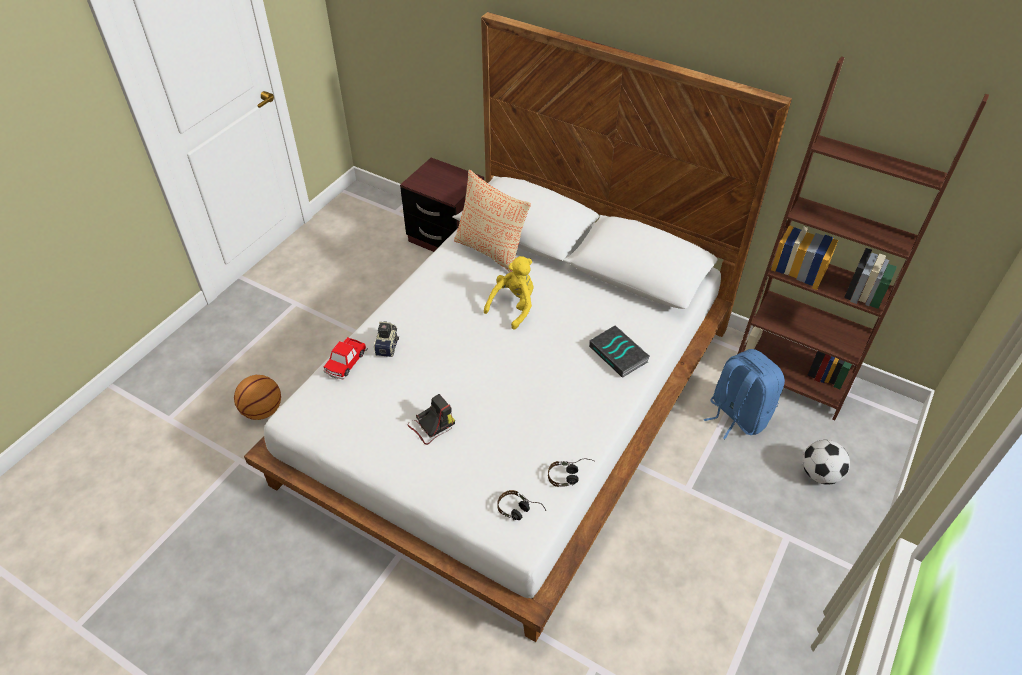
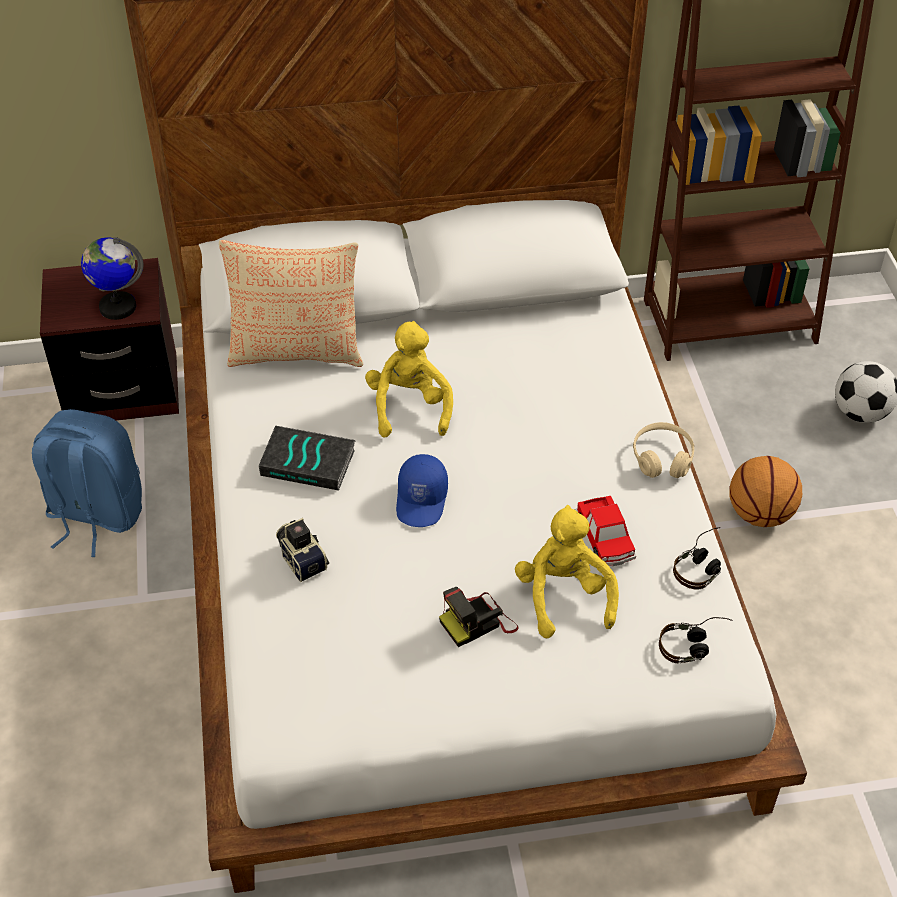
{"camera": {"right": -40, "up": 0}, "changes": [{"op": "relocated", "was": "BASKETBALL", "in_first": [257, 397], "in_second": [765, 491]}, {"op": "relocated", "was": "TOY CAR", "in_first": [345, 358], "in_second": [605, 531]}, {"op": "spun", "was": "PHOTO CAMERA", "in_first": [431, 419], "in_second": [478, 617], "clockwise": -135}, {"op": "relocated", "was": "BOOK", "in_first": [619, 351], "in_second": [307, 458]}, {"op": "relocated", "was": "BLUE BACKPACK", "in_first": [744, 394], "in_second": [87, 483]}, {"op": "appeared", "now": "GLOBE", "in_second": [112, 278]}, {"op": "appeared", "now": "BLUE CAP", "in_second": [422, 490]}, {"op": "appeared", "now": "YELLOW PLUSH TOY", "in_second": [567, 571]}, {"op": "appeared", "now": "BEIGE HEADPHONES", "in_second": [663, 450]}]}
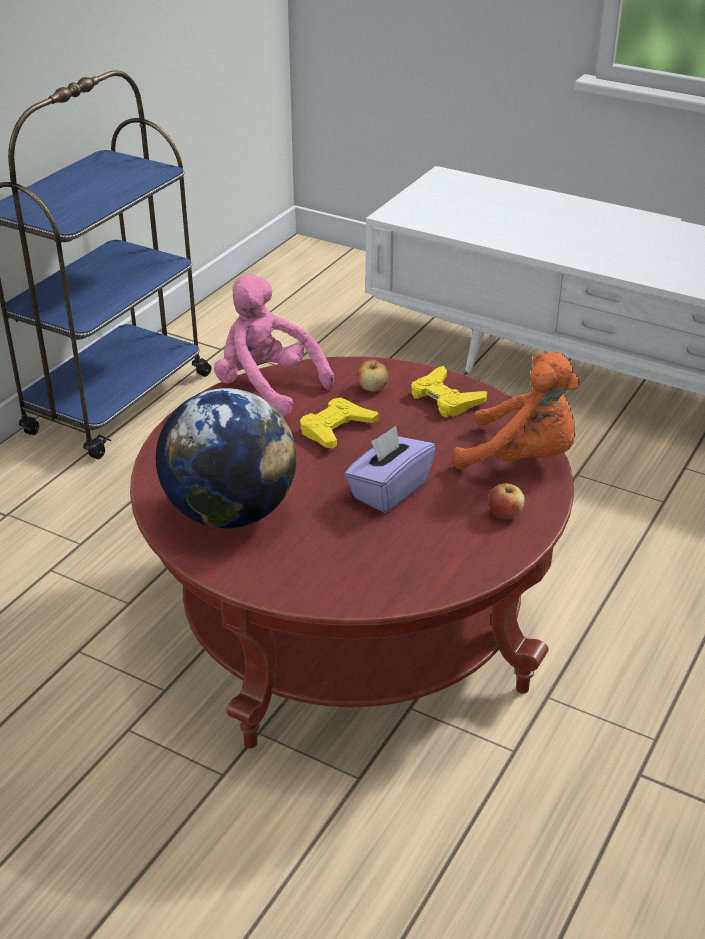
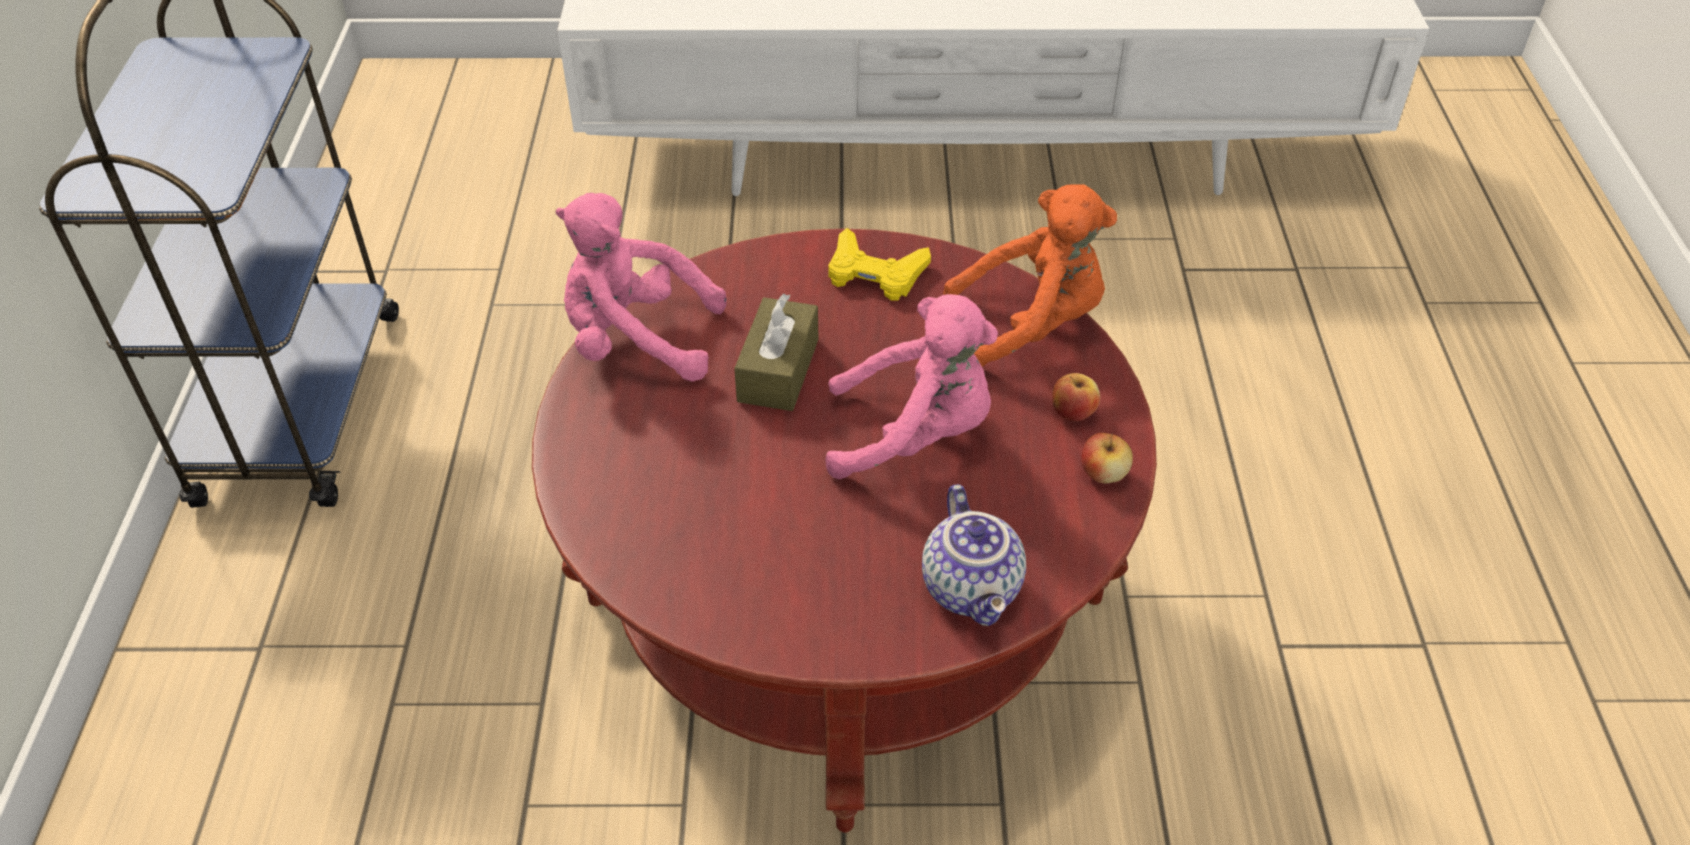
{"camera": {"right": -30, "up": 10}, "changes": [{"op": "missing", "was": "GLOBE", "in_first": [226, 458]}, {"op": "exchanged", "was": "YELLOW GAME CONTROLLER", "now": "BROWN TISSUE BOX", "in_first": [339, 422], "in_second": [776, 352]}, {"op": "exchanged", "was": "PURPLE TISSUE BOX", "now": "PINK PLUSH TOY", "in_first": [390, 469], "in_second": [911, 386]}, {"op": "relocated", "was": "APPLE", "in_first": [372, 375], "in_second": [1107, 458]}, {"op": "appeared", "now": "TEAPOT", "in_second": [974, 555]}]}
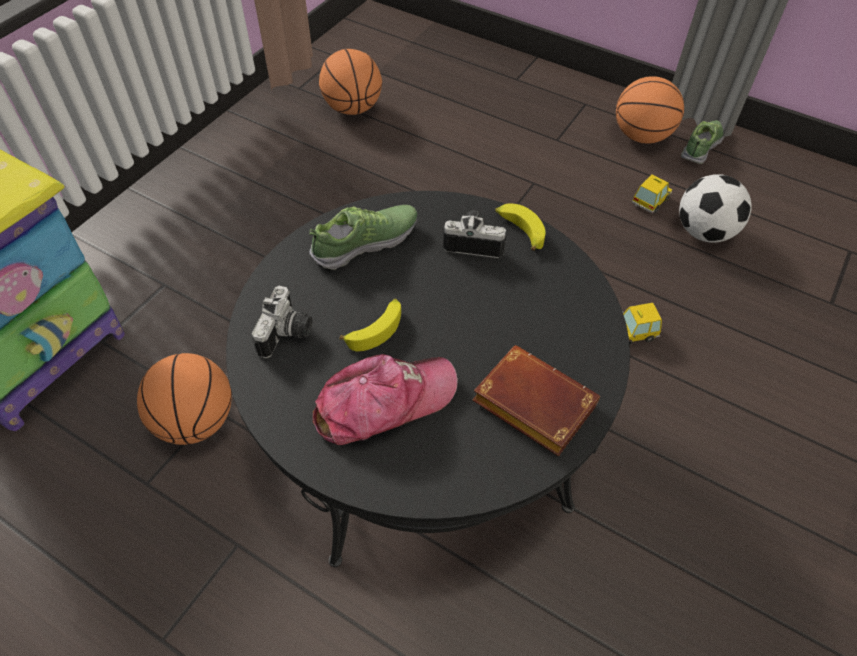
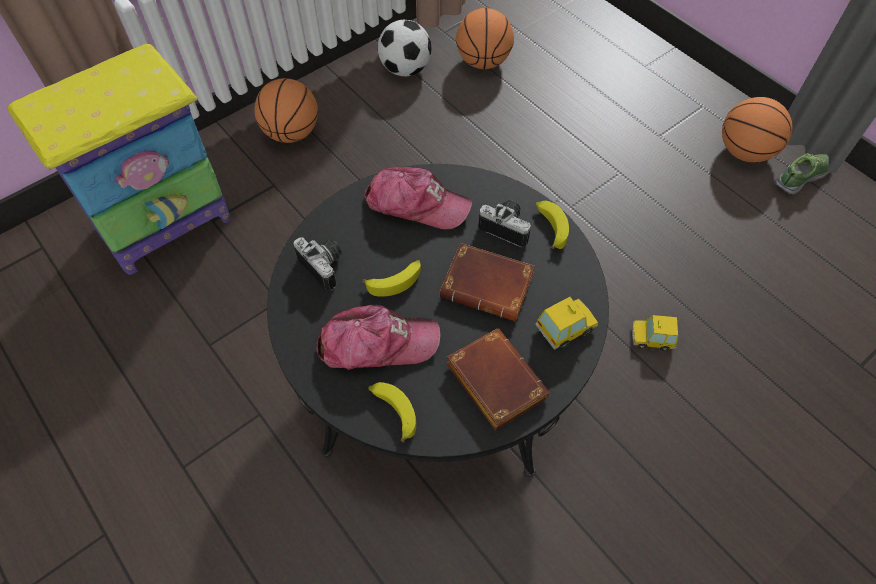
{"camera": {"right": 20, "up": 5}, "changes": [{"op": "relocated", "was": "BASKETBALL", "in_first": [184, 399], "in_second": [286, 110]}, {"op": "spun", "was": "PHOTO CAMERA", "in_first": [282, 322], "in_second": [318, 264], "clockwise": -75}, {"op": "exchanged", "was": "SHOE", "now": "CAP", "in_first": [363, 237], "in_second": [418, 198]}, {"op": "relocated", "was": "TOY CAR", "in_first": [651, 193], "in_second": [566, 323]}, {"op": "relocated", "was": "FOOTBALL", "in_first": [715, 208], "in_second": [405, 48]}, {"op": "appeared", "now": "BANANA", "in_second": [392, 412]}, {"op": "appeared", "now": "BROWN BOOK", "in_second": [487, 282]}]}
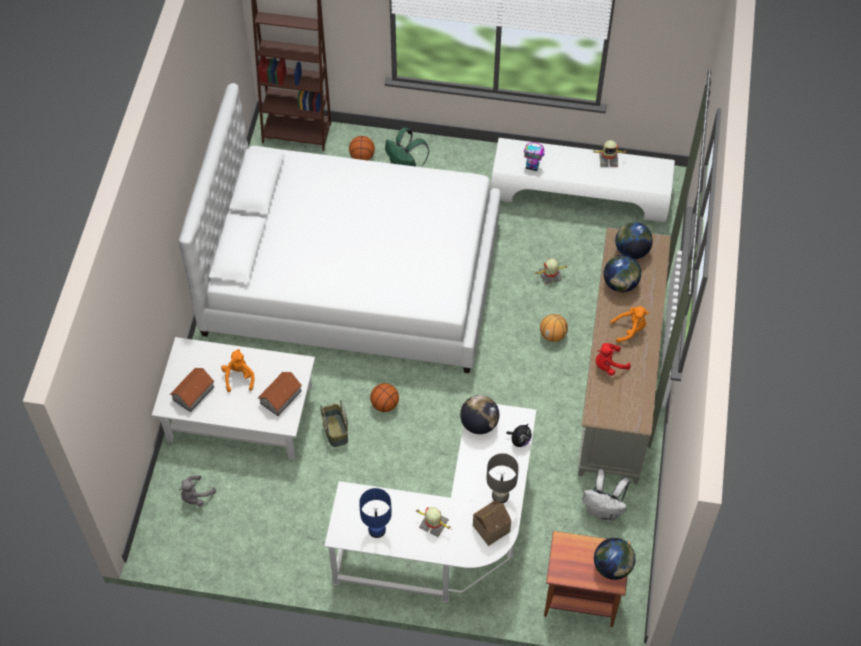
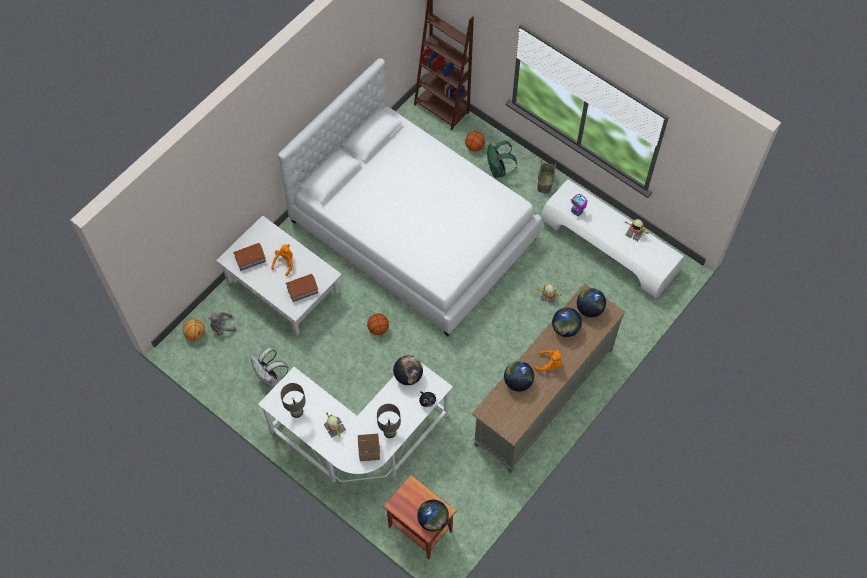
{"camera": {"right": 30, "up": 5}, "changes": [{"op": "relocated", "was": "BASKET", "in_first": [334, 423], "in_second": [546, 176]}, {"op": "colour", "was": "BLUE TABLE LAMP", "now": "GREY TABLE LAMP", "in_first": [375, 513], "in_second": [293, 400]}, {"op": "relocated", "was": "BASKETBALL", "in_first": [554, 328], "in_second": [194, 330]}, {"op": "relocated", "was": "WHITE BACKPACK", "in_first": [606, 495], "in_second": [269, 367]}, {"op": "exchanged", "was": "RED PLUSH TOY", "now": "GLOBE", "in_first": [613, 359], "in_second": [519, 376]}]}
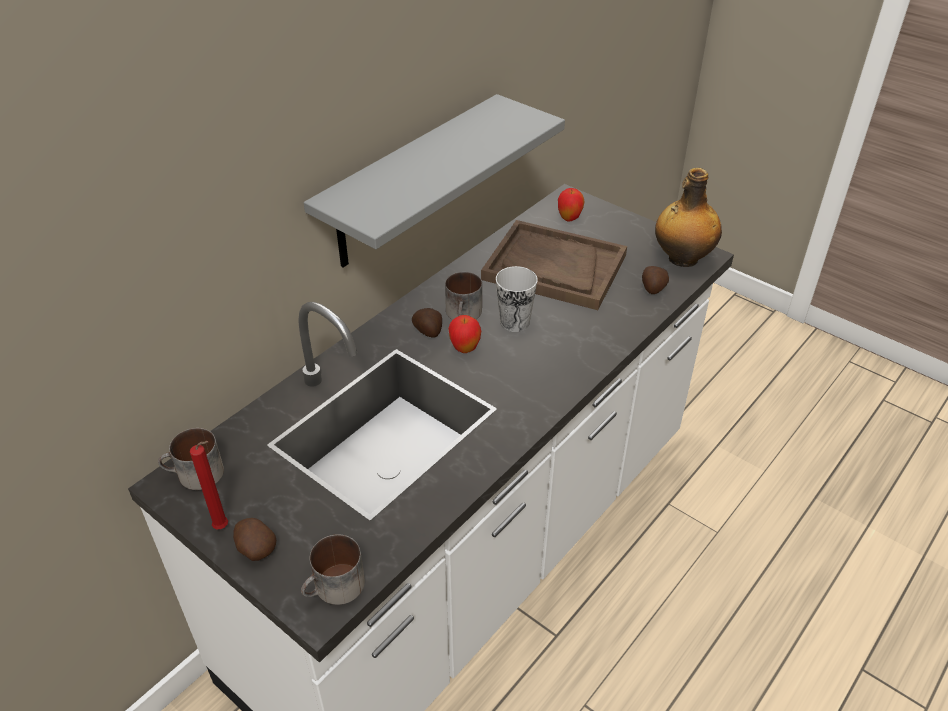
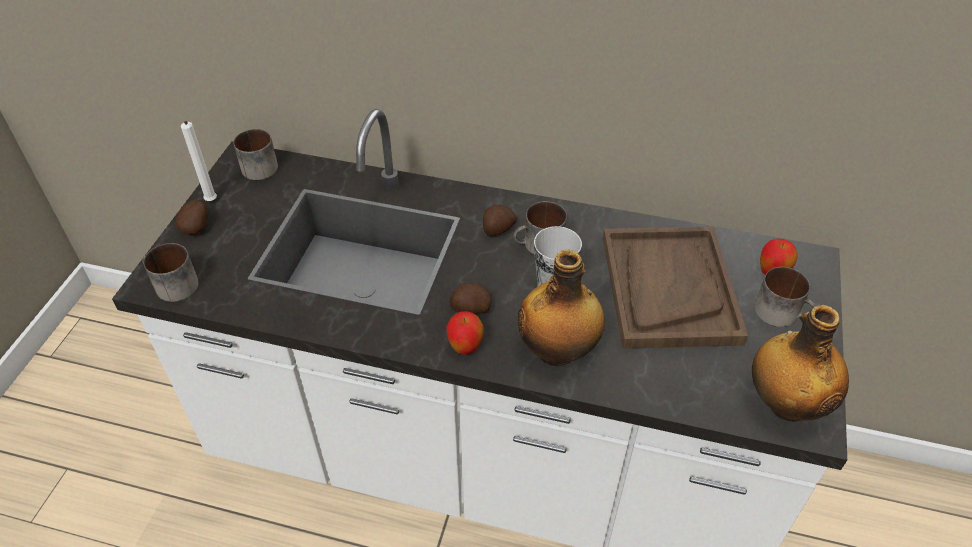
{"camera": {"right": 65, "up": 5}, "changes": [{"op": "colour", "was": "RED CANDLE", "now": "WHITE CANDLE", "in_first": [209, 485], "in_second": [199, 161]}, {"op": "missing", "was": "GREY SHELF", "in_first": [434, 180]}, {"op": "relocated", "was": "APPLE", "in_first": [464, 334], "in_second": [465, 333]}, {"op": "relocated", "was": "POTATO", "in_first": [655, 280], "in_second": [471, 299]}, {"op": "appeared", "now": "BOTTLE", "in_second": [561, 308]}, {"op": "appeared", "now": "MUG", "in_second": [785, 297]}]}
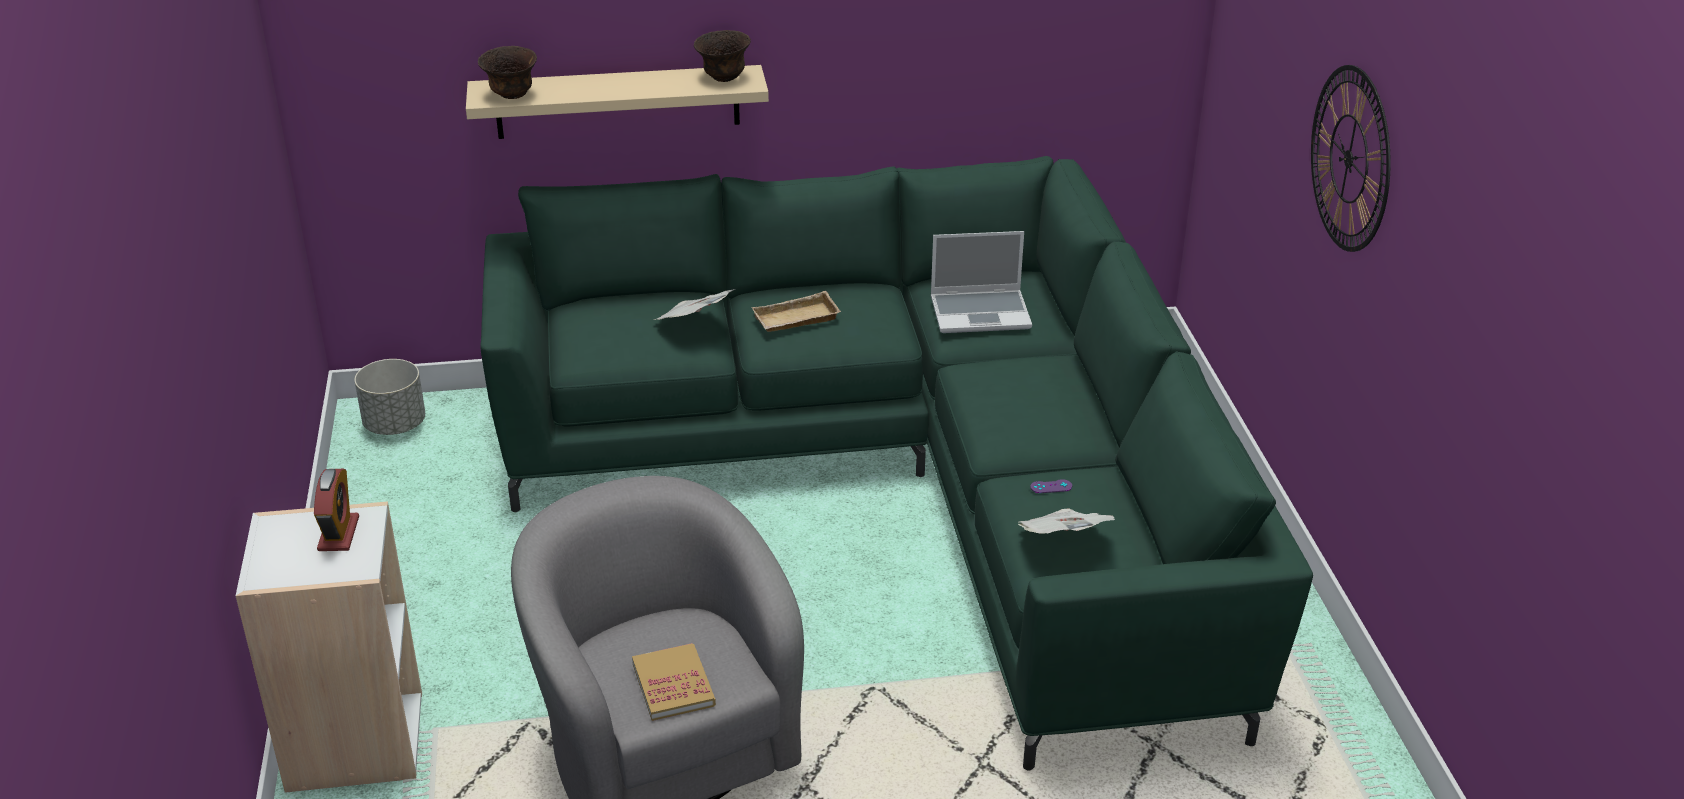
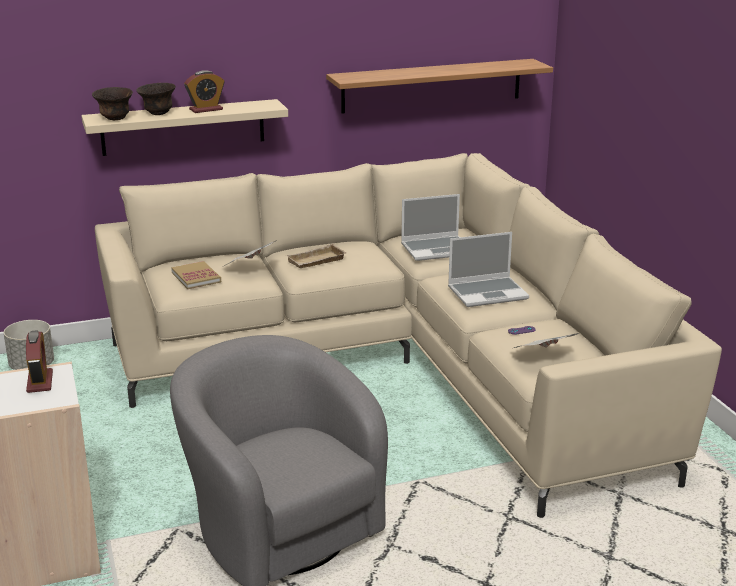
{"camera": {"right": -10, "up": -10}, "changes": [{"op": "colour", "was": "GREEN SOFA", "now": "BEIGE SOFA", "in_first": [896, 463], "in_second": [408, 335]}, {"op": "relocated", "was": "BOOK", "in_first": [674, 682], "in_second": [196, 275]}, {"op": "relocated", "was": "BROWN BOWL", "in_first": [722, 56], "in_second": [156, 99]}, {"op": "missing", "was": "WALL CLOCK", "in_first": [1351, 158]}, {"op": "appeared", "now": "ALARM CLOCK", "in_second": [204, 91]}, {"op": "appeared", "now": "SHELF", "in_second": [439, 86]}, {"op": "appeared", "now": "LAPTOP", "in_second": [488, 269]}]}
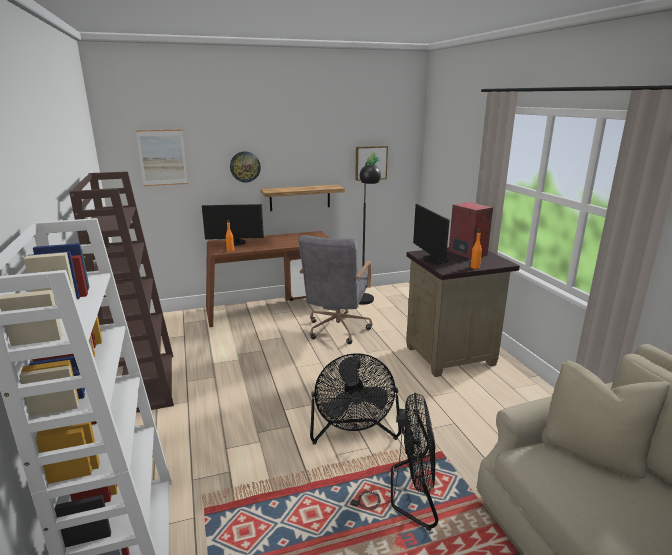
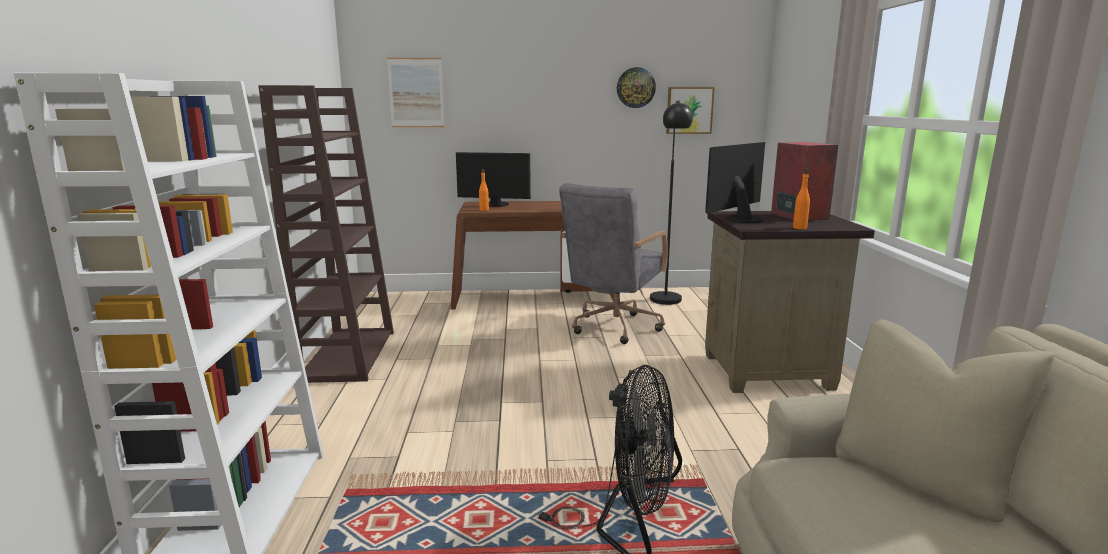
{"camera": {"right": 15, "up": -5}, "changes": [{"op": "relocated", "was": "WALL CLOCK", "in_first": [245, 167], "in_second": [636, 87]}, {"op": "missing", "was": "SHELF", "in_first": [302, 197]}, {"op": "missing", "was": "BLACK FAN", "in_first": [356, 399]}, {"op": "spun", "was": "MONITOR", "in_first": [431, 234], "in_second": [735, 182], "clockwise": 45}]}
